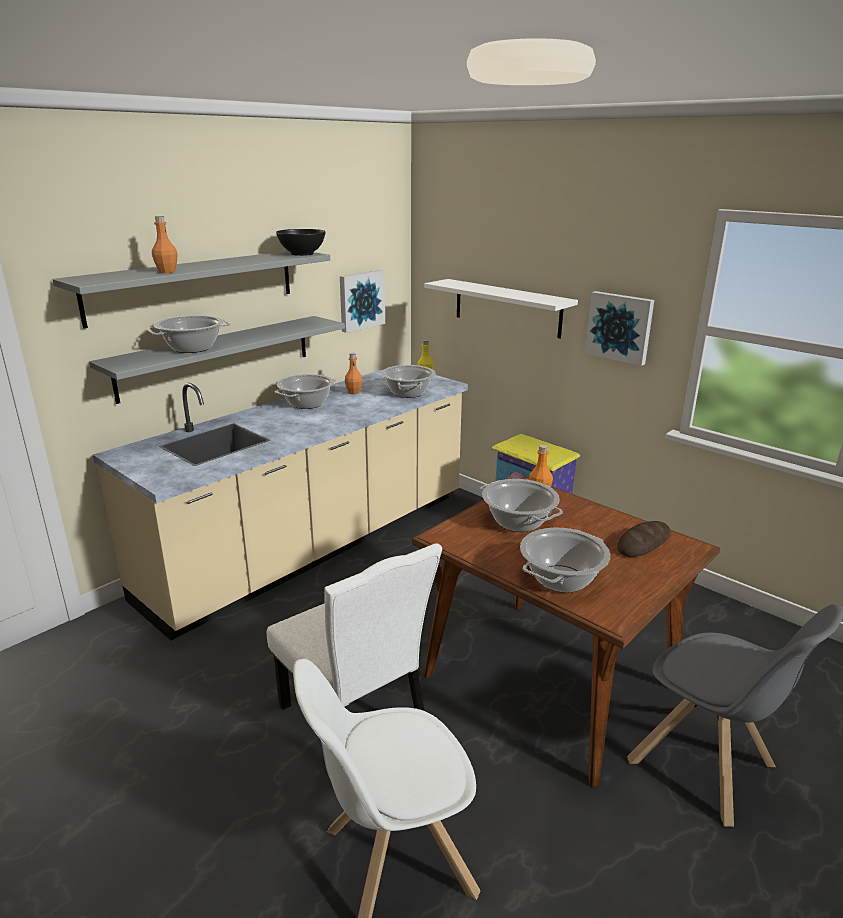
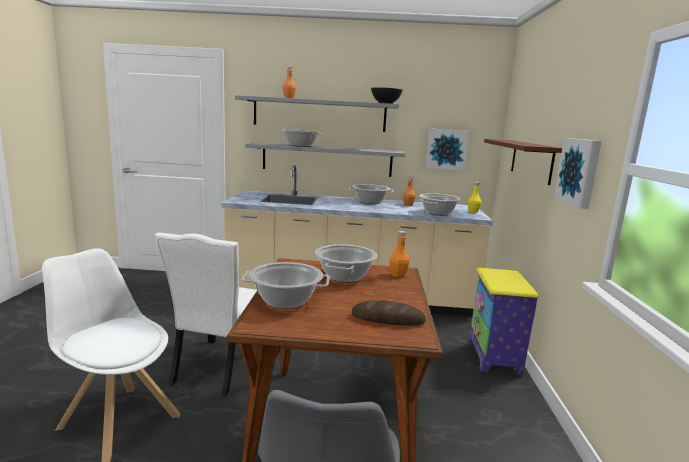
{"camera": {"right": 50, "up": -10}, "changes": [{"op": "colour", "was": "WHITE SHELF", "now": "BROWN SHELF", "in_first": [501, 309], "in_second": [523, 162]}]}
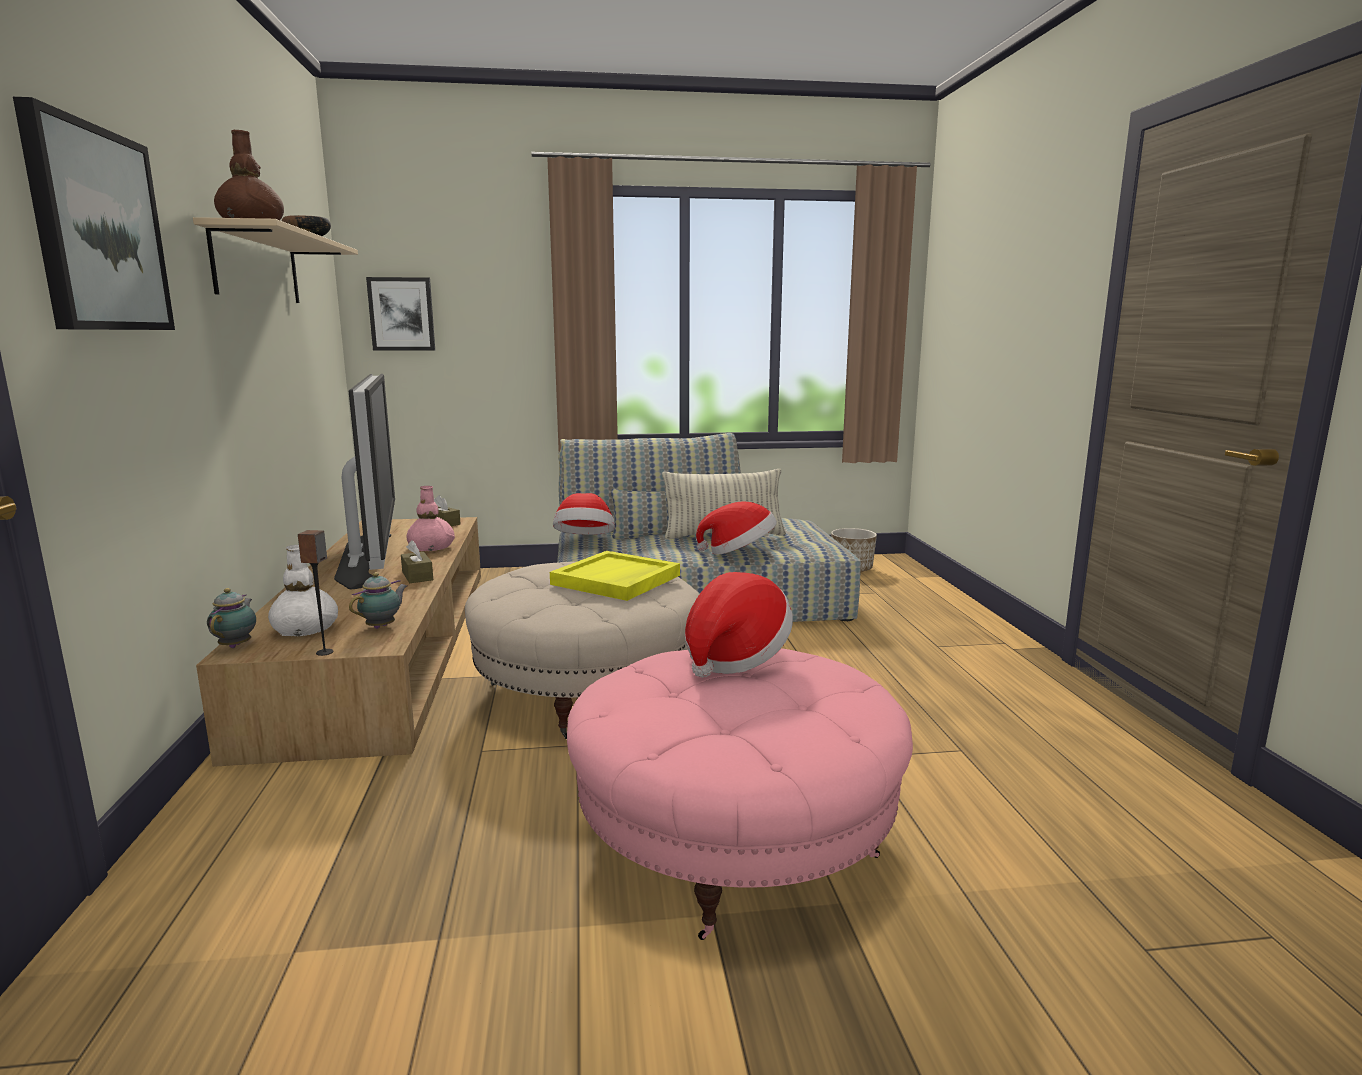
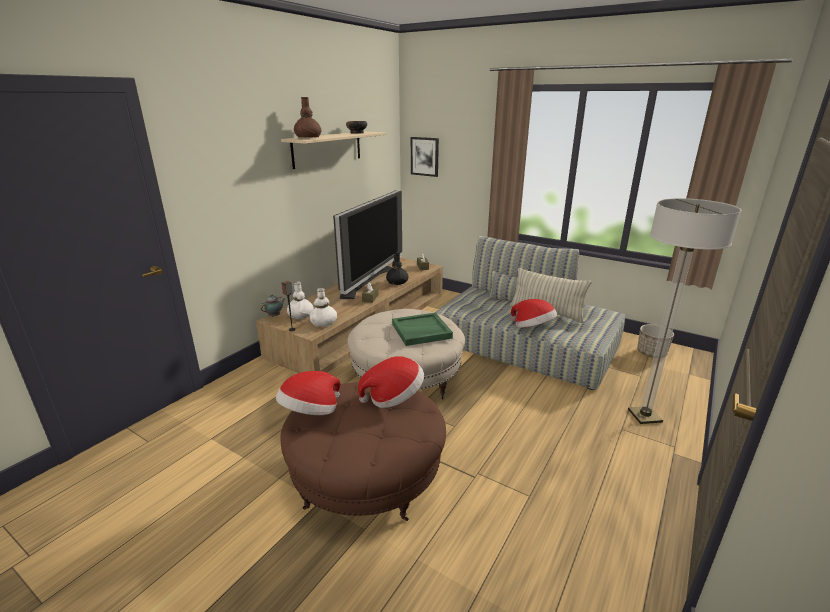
{"camera": {"right": 40, "up": 10}, "changes": [{"op": "missing", "was": "PICTURE", "in_first": [94, 213]}, {"op": "exchanged", "was": "TEAPOT", "now": "WHITE VASE", "in_first": [378, 600], "in_second": [323, 307]}, {"op": "colour", "was": "PINK VASE", "now": "BLACK VASE", "in_first": [430, 518], "in_second": [397, 269]}, {"op": "colour", "was": "YELLOW TRAY", "now": "GREEN TRAY", "in_first": [615, 576], "in_second": [422, 329]}, {"op": "relocated", "was": "HAT", "in_first": [584, 514], "in_second": [308, 393]}, {"op": "colour", "was": "PINK OTTOMAN", "now": "BROWN OTTOMAN", "in_first": [740, 794], "in_second": [363, 451]}, {"op": "appeared", "now": "FLOOR LAMP", "in_second": [684, 311]}]}
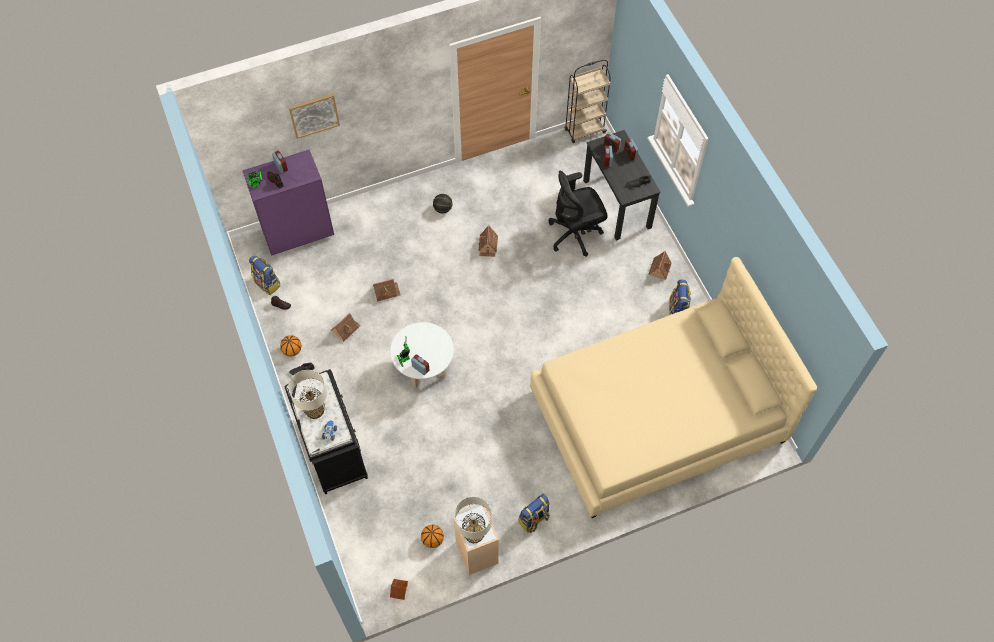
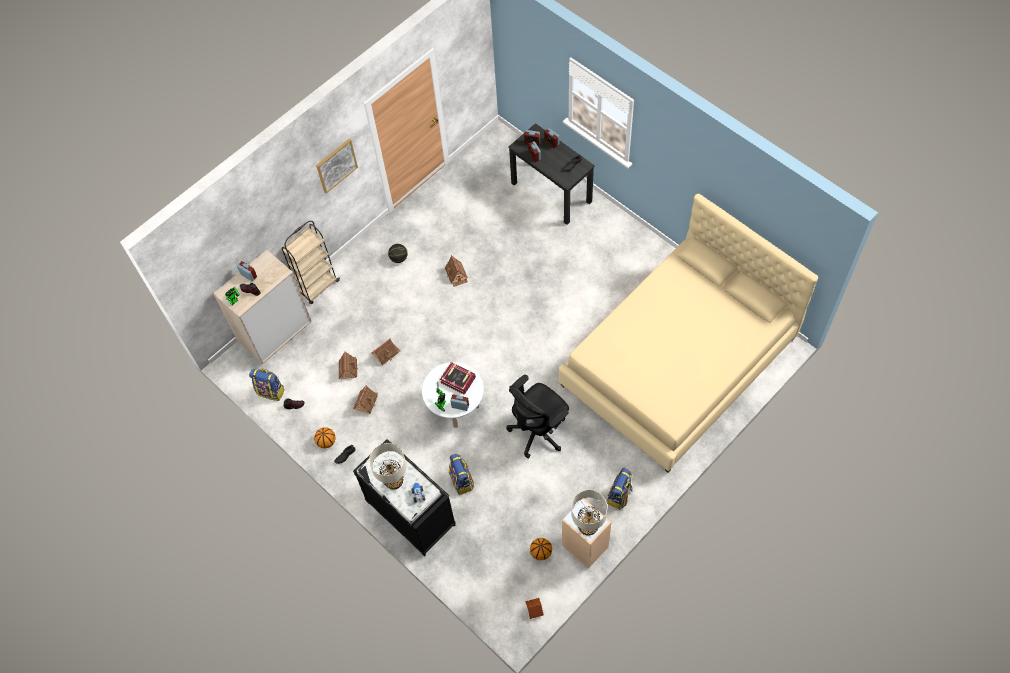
{"camera": {"right": -20, "up": 0}, "changes": [{"op": "colour", "was": "PURPLE CABINET", "now": "BEIGE CABINET", "in_first": [288, 203], "in_second": [262, 307]}, {"op": "relocated", "was": "PICTURE", "in_first": [314, 116], "in_second": [337, 166]}, {"op": "relocated", "was": "BLACK OFFICE CHAIR", "in_first": [578, 214], "in_second": [537, 416]}, {"op": "relocated", "was": "BEIGE CART", "in_first": [587, 101], "in_second": [311, 262]}, {"op": "relocated", "was": "TOY HOUSE", "in_first": [660, 265], "in_second": [348, 365]}, {"op": "relocated", "was": "BACKPACK", "in_first": [680, 297], "in_second": [461, 474]}, {"op": "appeared", "now": "BOOK", "in_second": [458, 378]}]}
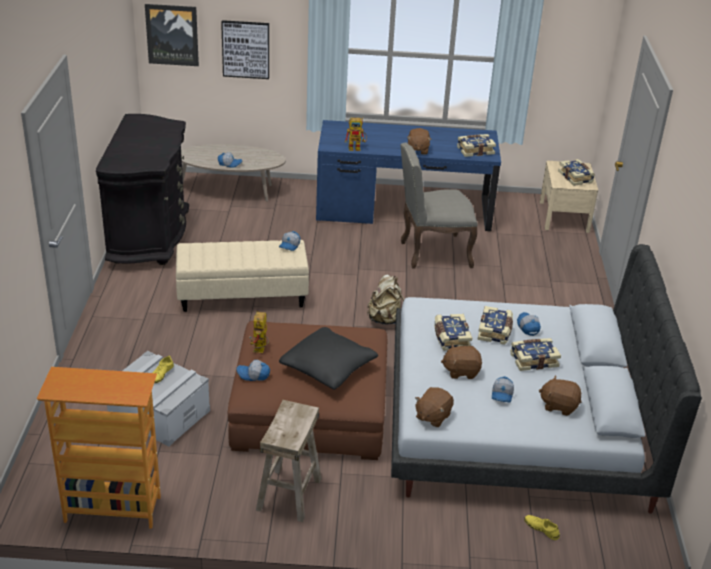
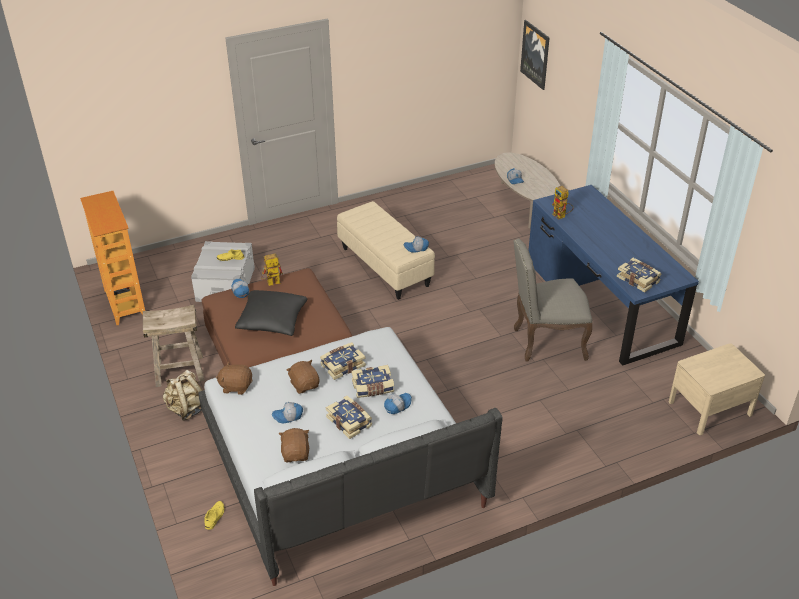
{"camera": {"right": 65, "up": 5}, "changes": [{"op": "missing", "was": "BLACK DRESSER", "in_first": [142, 189]}, {"op": "missing", "was": "PICTURE", "in_first": [245, 49]}, {"op": "relocated", "was": "BEIGE BACKPACK", "in_first": [385, 300], "in_second": [183, 395]}, {"op": "spun", "was": "GREY CHAIR", "in_first": [438, 205], "in_second": [553, 300], "clockwise": -60}, {"op": "missing", "was": "BROWN PLUSH TOY", "in_first": [419, 141]}, {"op": "missing", "was": "BOOK", "in_first": [576, 172]}]}
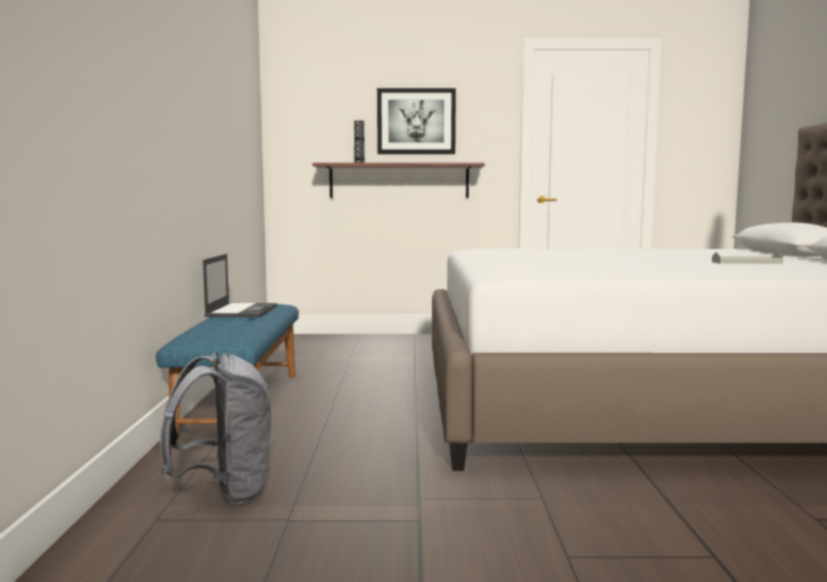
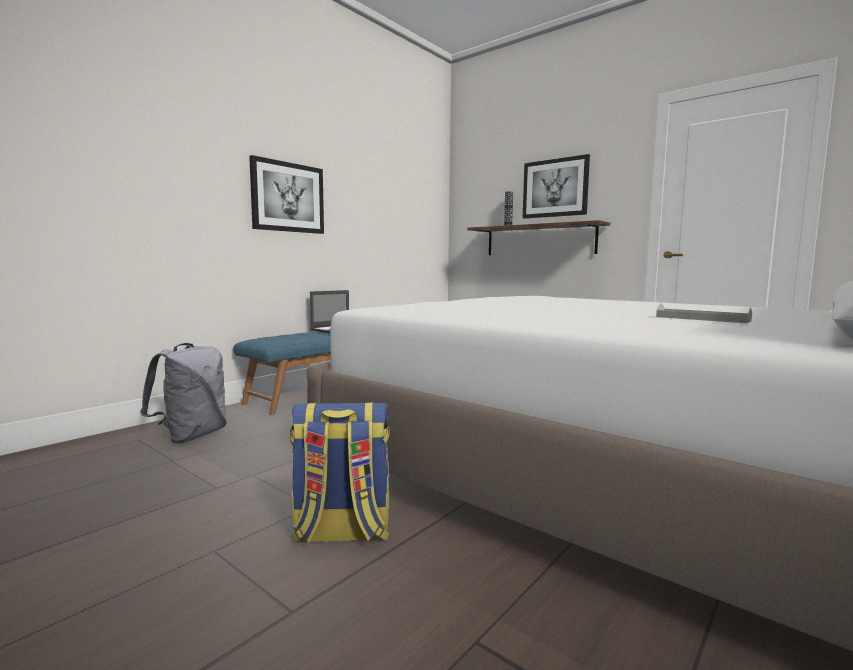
{"camera": {"right": 40, "up": 0}, "changes": [{"op": "appeared", "now": "PICTURE", "in_second": [286, 194]}, {"op": "appeared", "now": "BACKPACK", "in_second": [340, 473]}]}
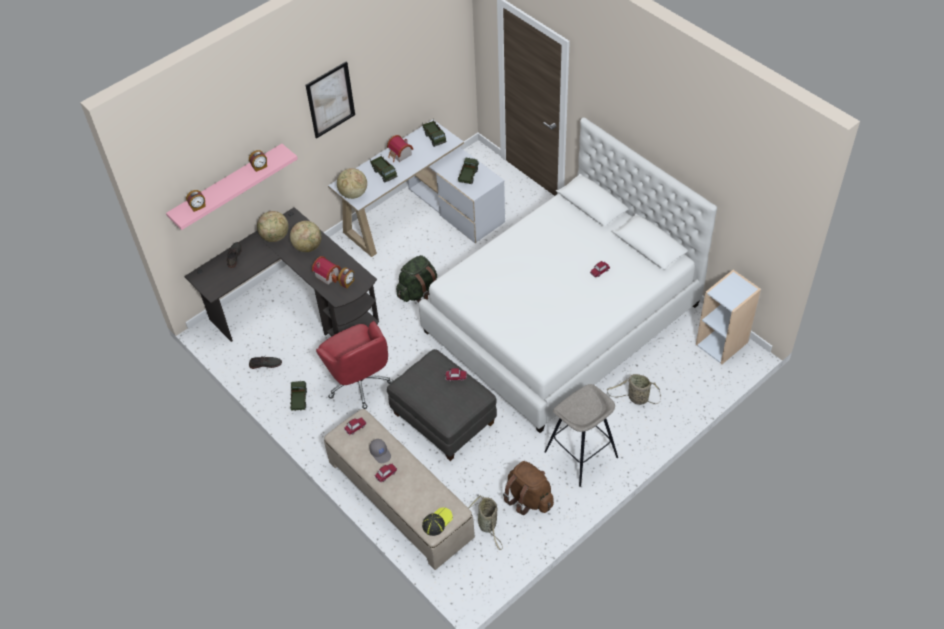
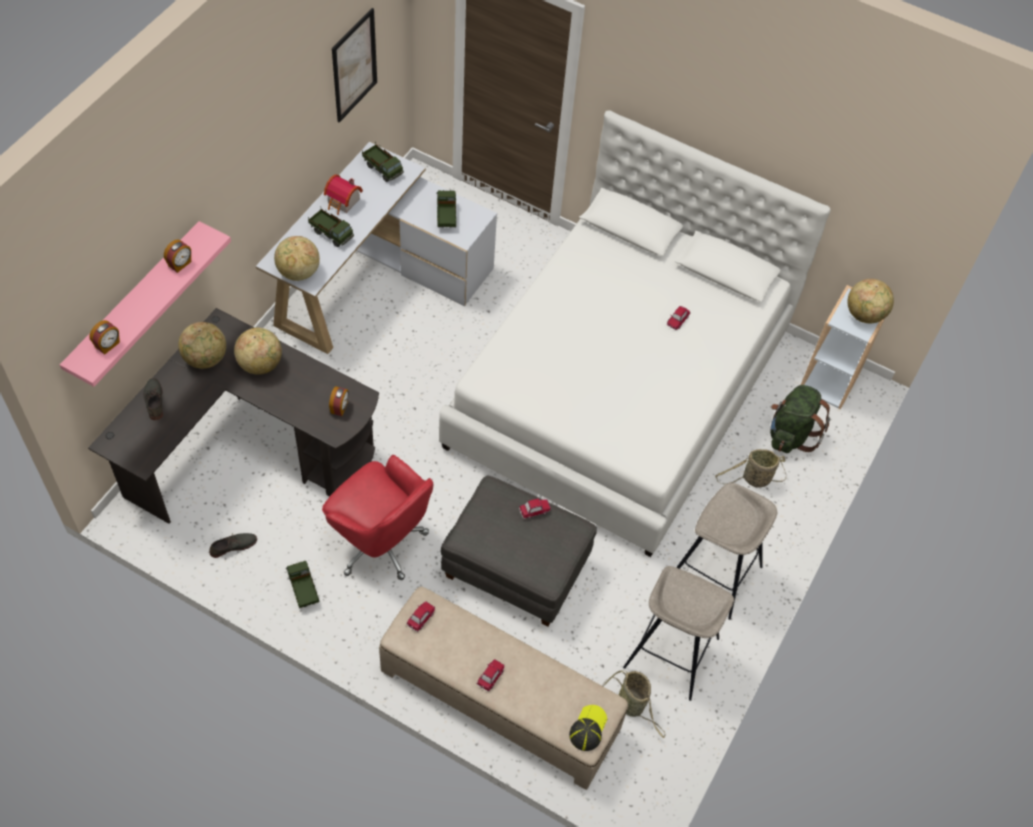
{"camera": {"right": -25, "up": 5}, "changes": [{"op": "relocated", "was": "PICTURE", "in_first": [330, 100], "in_second": [354, 65]}, {"op": "missing", "was": "TOY HOUSE", "in_first": [326, 270]}, {"op": "missing", "was": "GREY CAP", "in_first": [380, 451]}, {"op": "relocated", "was": "GREEN BACKPACK", "in_first": [416, 279], "in_second": [800, 419]}, {"op": "exchanged", "was": "BROWN BACKPACK", "now": "GREY STOOL", "in_first": [528, 488], "in_second": [678, 633]}, {"op": "appeared", "now": "GLOBE", "in_second": [870, 301]}]}
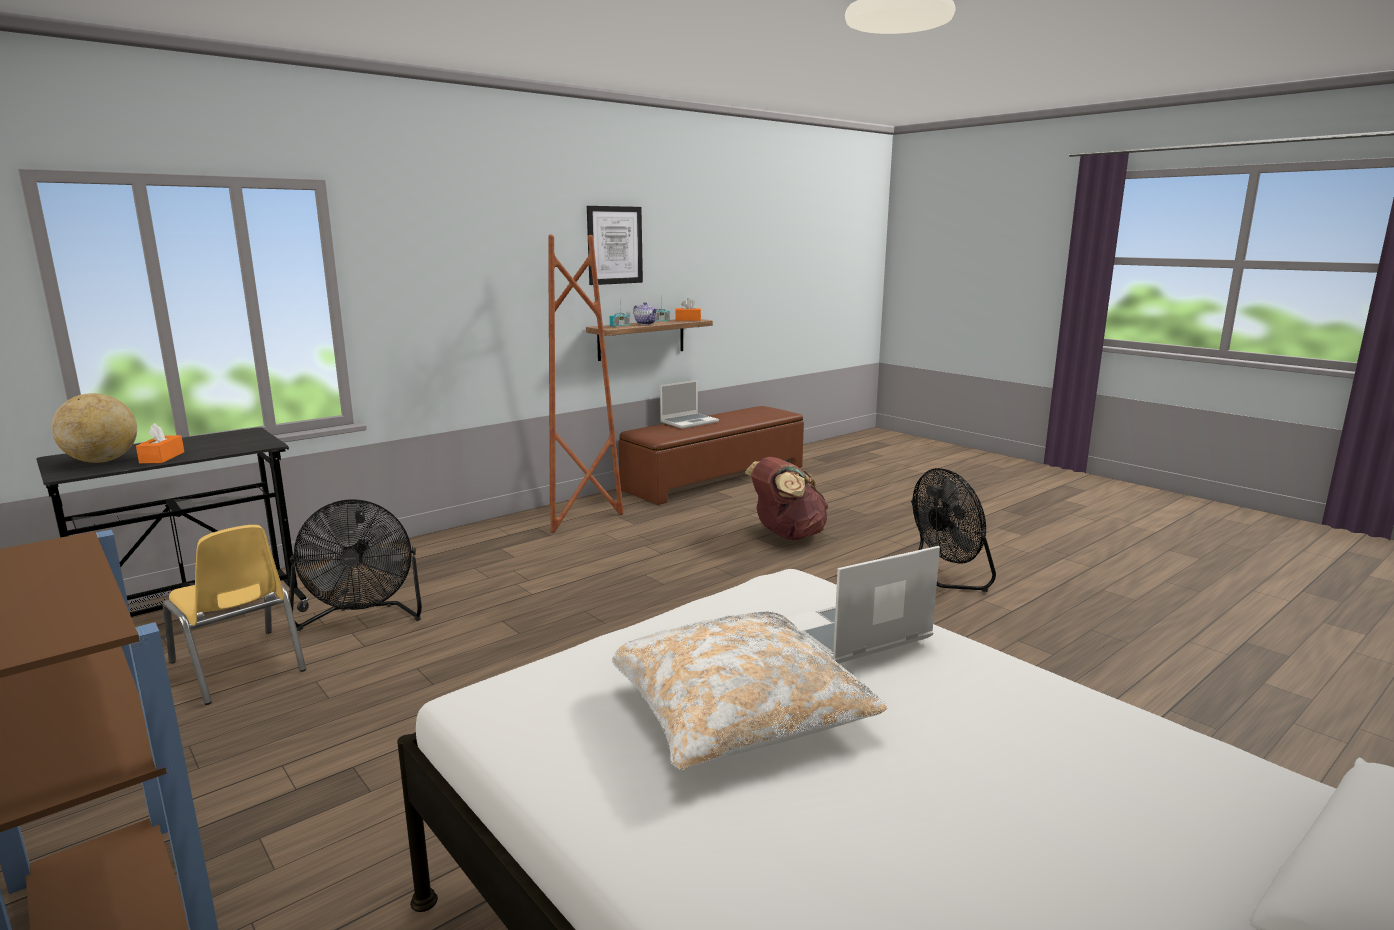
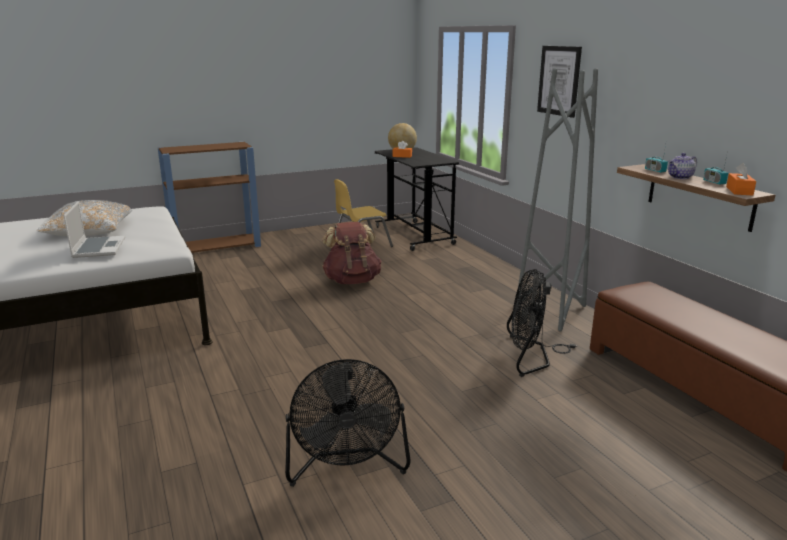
{"camera": {"right": 105, "up": 5}, "changes": [{"op": "relocated", "was": "BLACK FAN", "in_first": [355, 565], "in_second": [542, 323]}, {"op": "colour", "was": "BROWN CLOTHES RACK", "now": "GREY CLOTHES RACK", "in_first": [586, 383], "in_second": [558, 200]}, {"op": "relocated", "was": "PICTURE", "in_first": [615, 245], "in_second": [559, 82]}, {"op": "missing", "was": "LAPTOP", "in_first": [689, 404]}, {"op": "relocated", "was": "BROWN BACKPACK", "in_first": [786, 498], "in_second": [352, 253]}]}
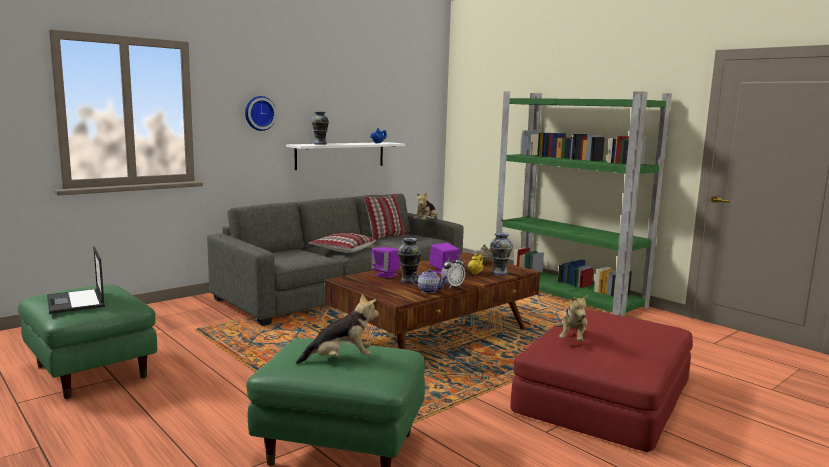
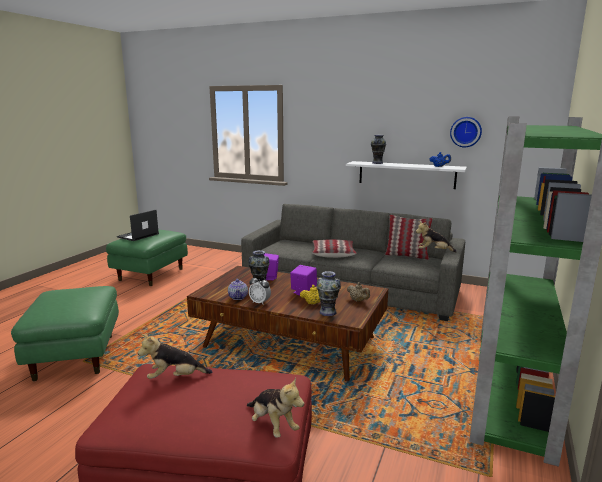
{"camera": {"right": 65, "up": 5}, "changes": [{"op": "relocated", "was": "WALL CLOCK", "in_first": [261, 113], "in_second": [466, 132]}, {"op": "relocated", "was": "PLUSH TOY", "in_first": [337, 329], "in_second": [275, 408]}]}
